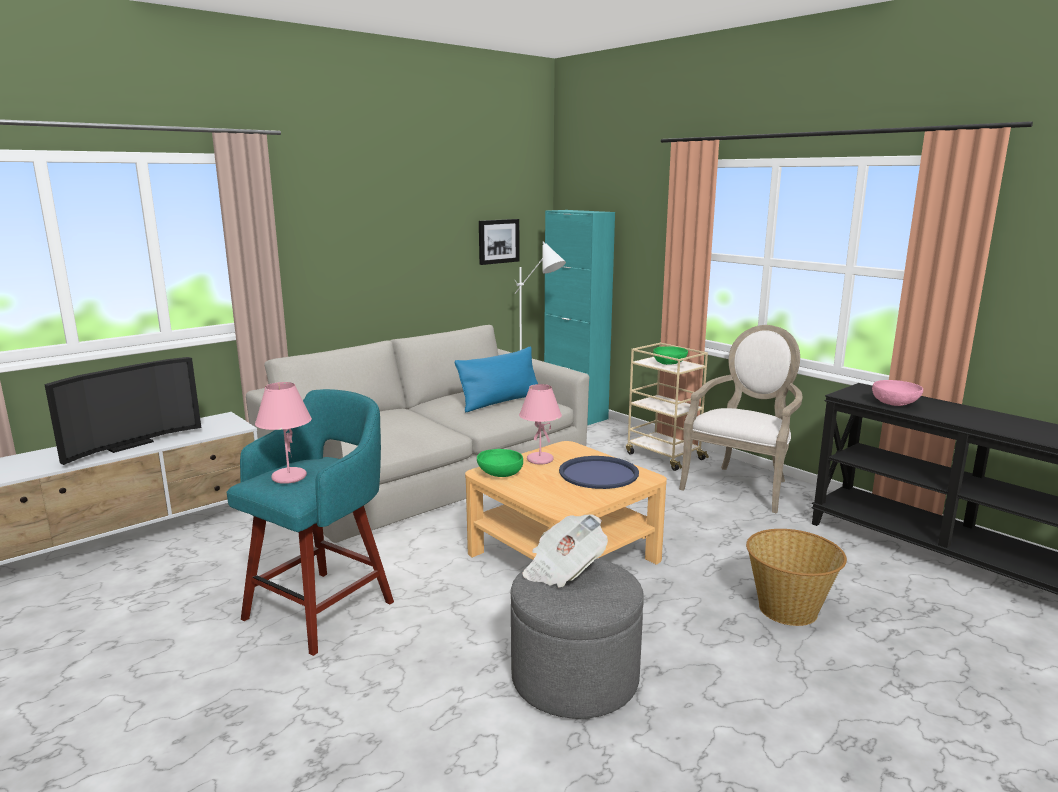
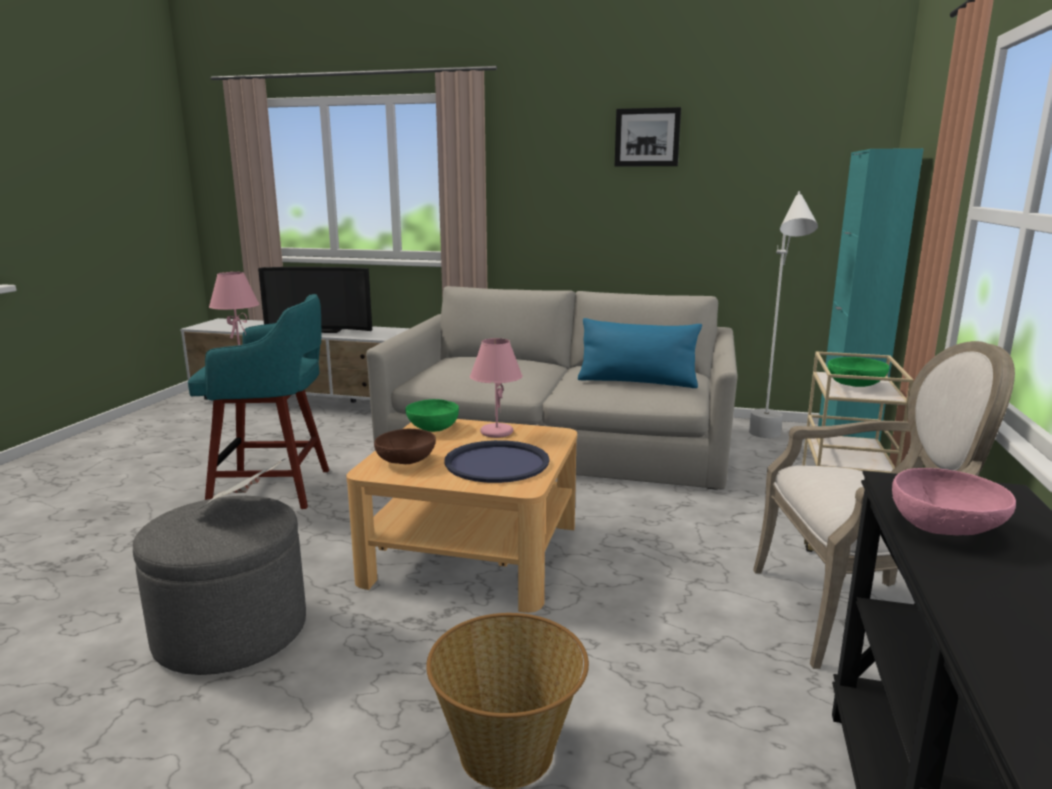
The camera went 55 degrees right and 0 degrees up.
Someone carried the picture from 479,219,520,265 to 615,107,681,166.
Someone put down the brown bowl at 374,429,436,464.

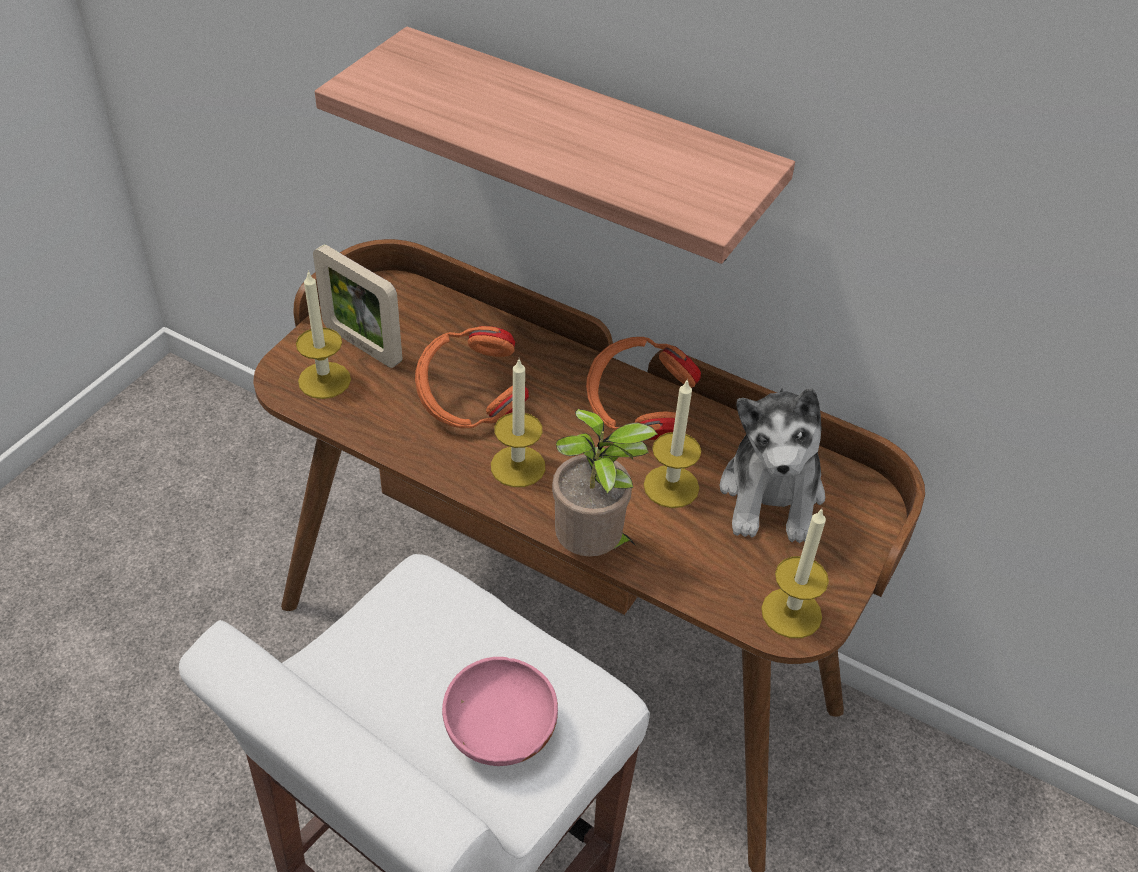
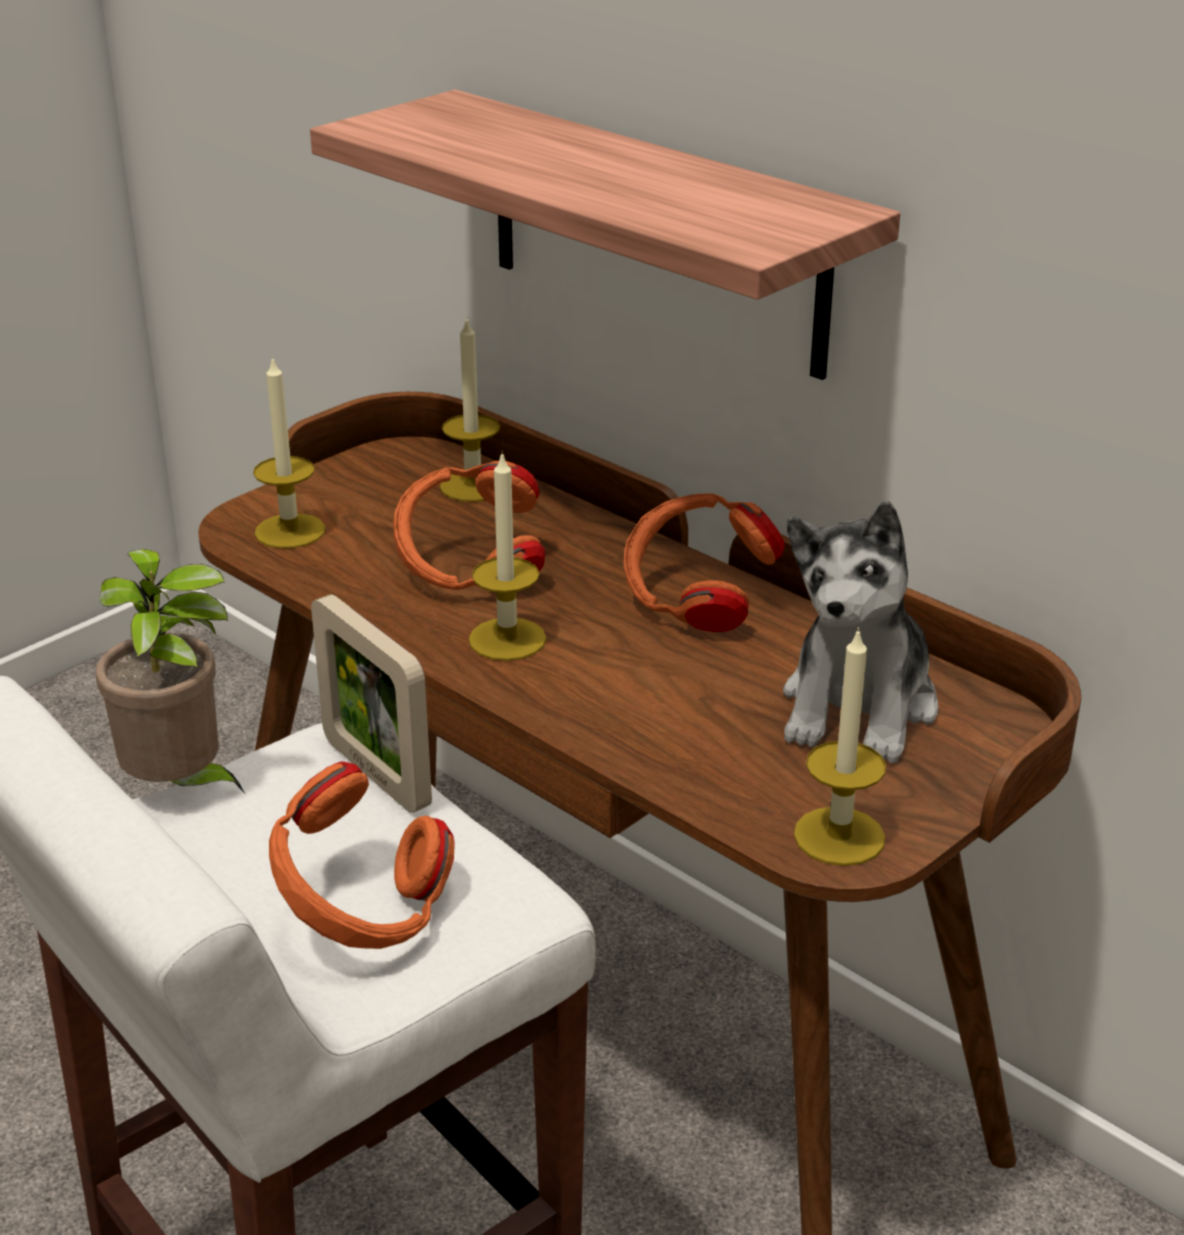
The camera went 15 degrees right and 15 degrees down.
Someone carried the picture frame from 313,245,402,368 to 311,594,432,813.
Someone carried the candle from 644,378,701,508 to 440,316,500,502.
Someone carried the potted plant from 552,409,658,557 to 96,549,245,793.
Someone swapped the pink bowl at 442,657,558,766 for the orange headphones at 269,762,454,949.

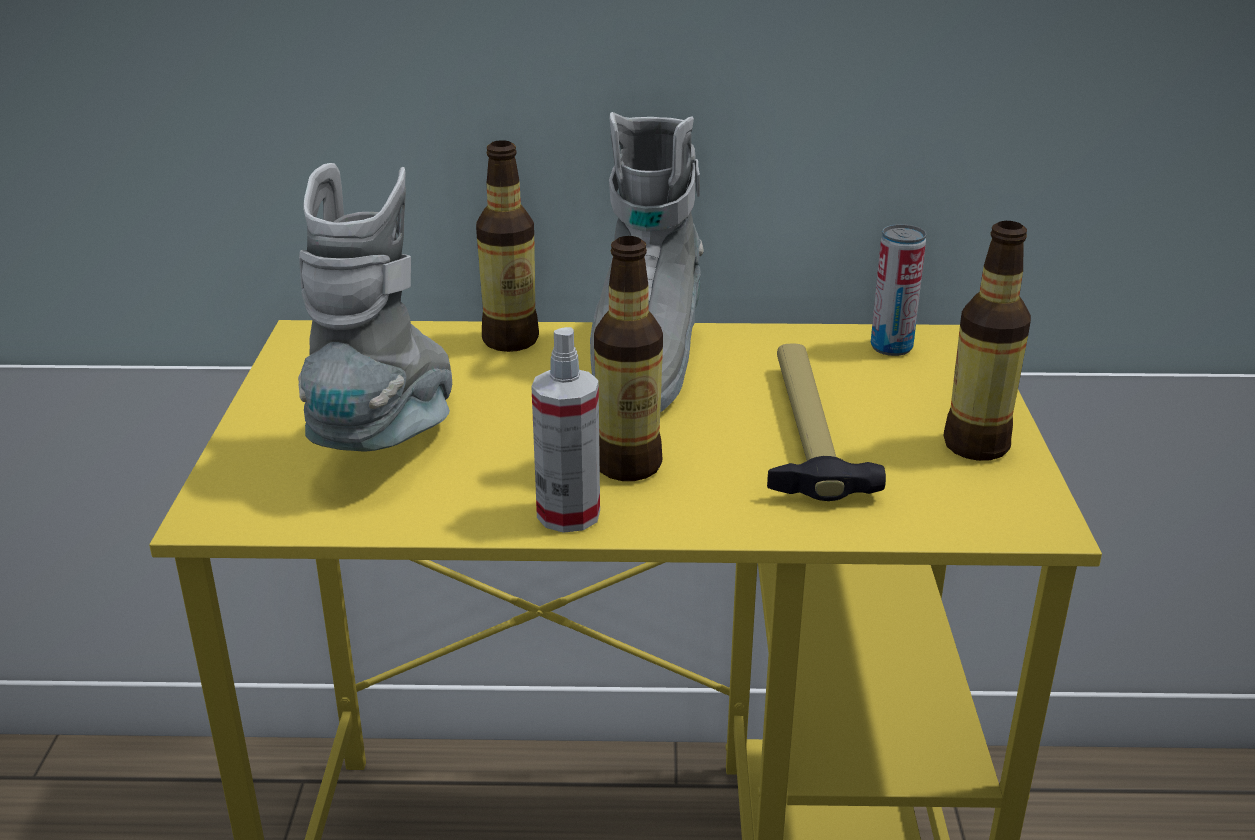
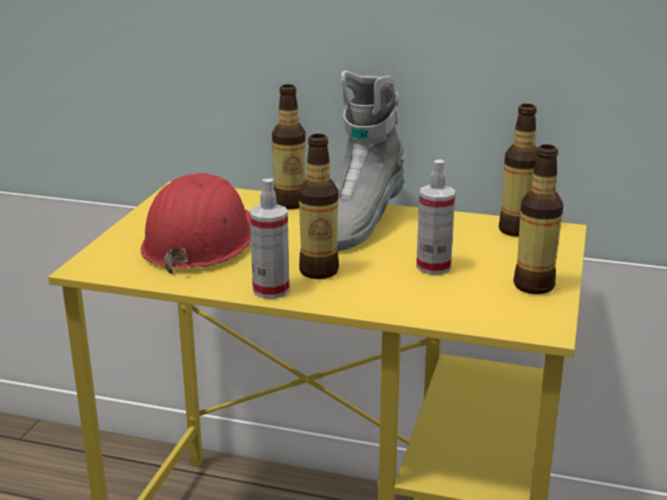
The camera went 15 degrees right and 5 degrees down.
Someone swapped the grey boot at 298,163,452,452 for the red hard hat at 141,173,251,274.
Someone swapped the can at 871,224,926,356 for the bottle at 499,104,537,237.
Someone swapped the hammer at 767,344,886,501 for the spray bottle at 416,159,455,275.

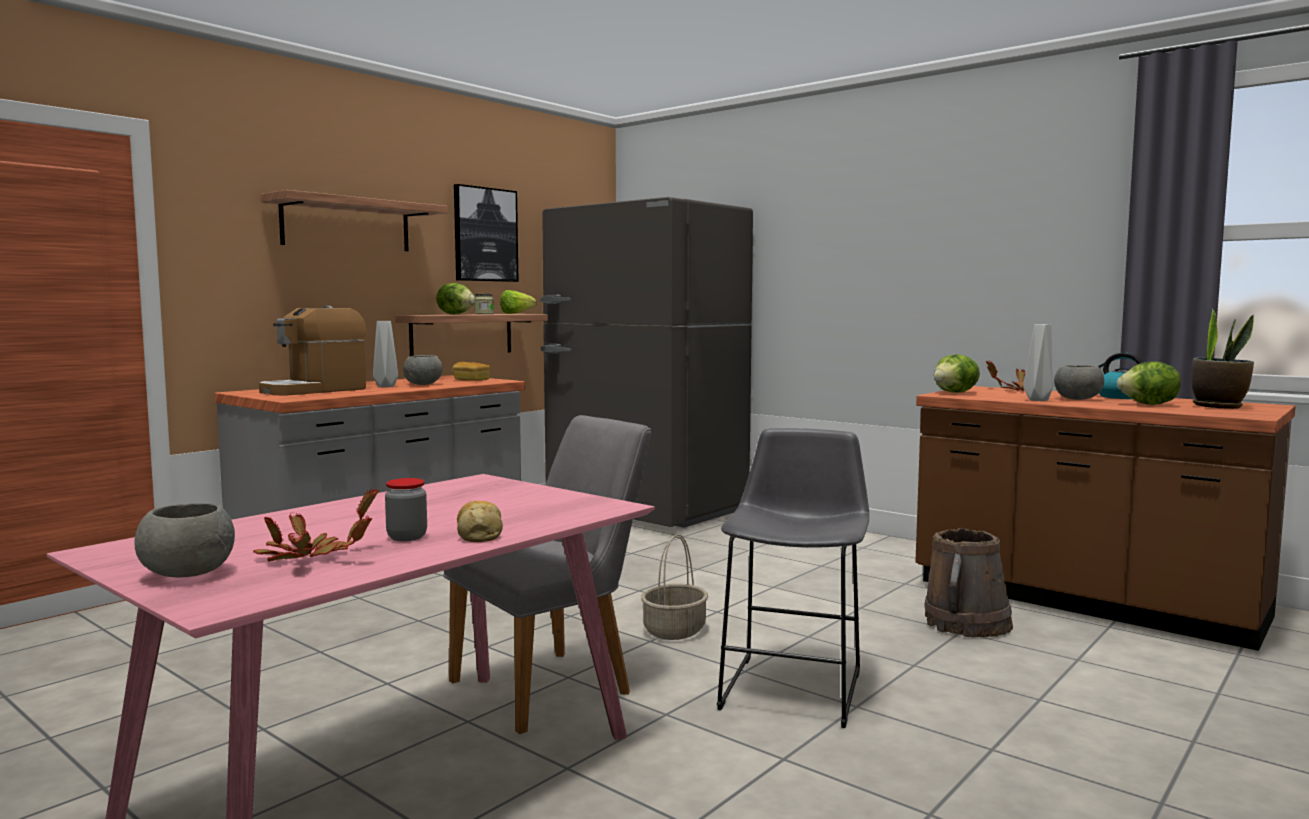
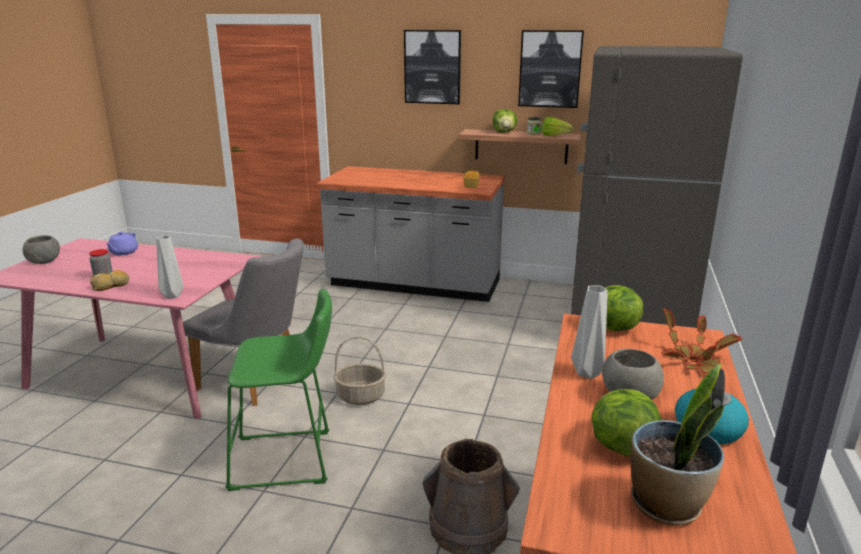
The camera went 65 degrees right and 15 degrees up.
Someone swapped the shelf at 261,190,448,251 for the picture at 404,30,461,104.
Someone took away the coffee machine at 259,306,366,395.
Someone carried the grey vase from 373,321,398,387 to 156,235,184,299.
Someone took away the grey bowl at 403,355,442,385.
Someone repainted the grey stool at 717,428,869,728, which became the green stool at 225,289,332,491.
Someone took away the potted plant at 253,489,379,562.
Someone put down the purple teapot at 106,231,138,256.

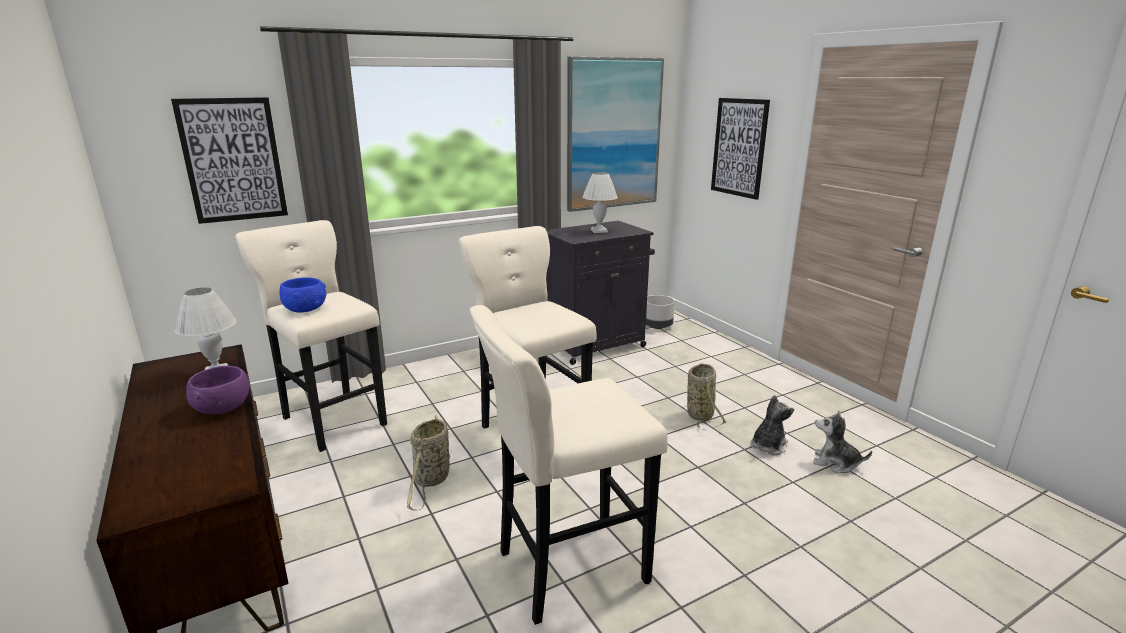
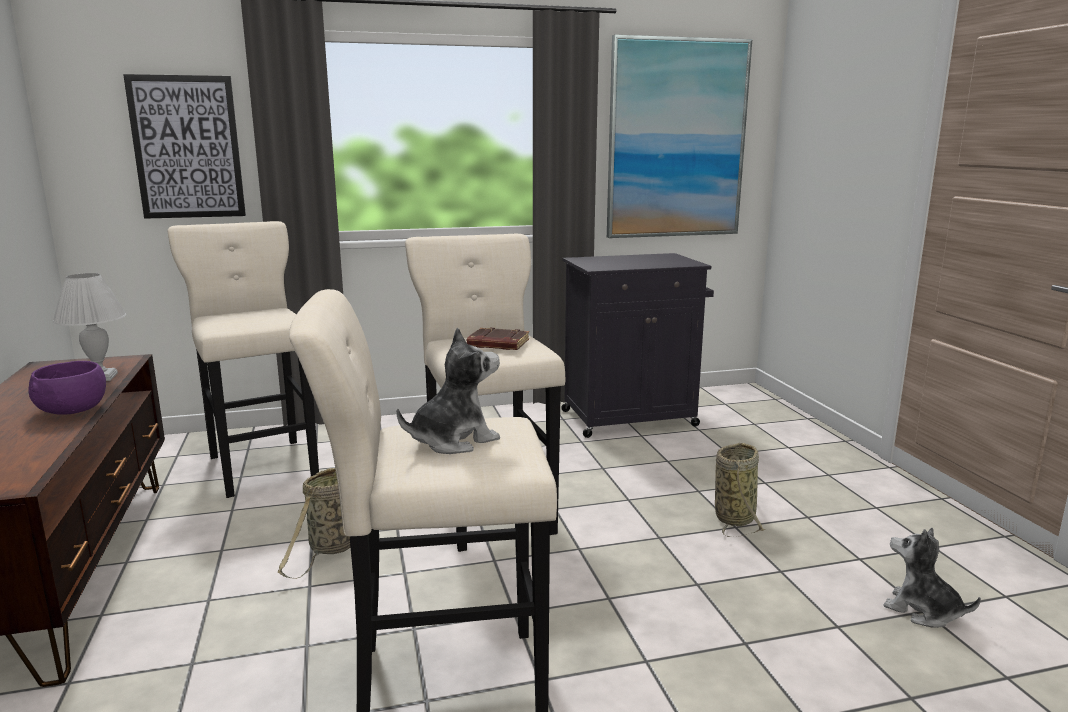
The camera went 15 degrees right and 5 degrees down.
Someone took away the picture at 711,98,770,200.
Someone took away the white table lamp at 582,172,618,233.
Someone took away the blue bowl at 279,277,326,312.
Someone took away the grey planter at 646,295,675,329.
Someone carried the plush toy from 751,395,794,455 to 397,328,500,454.
Someone put down the brown book at 467,328,529,350.

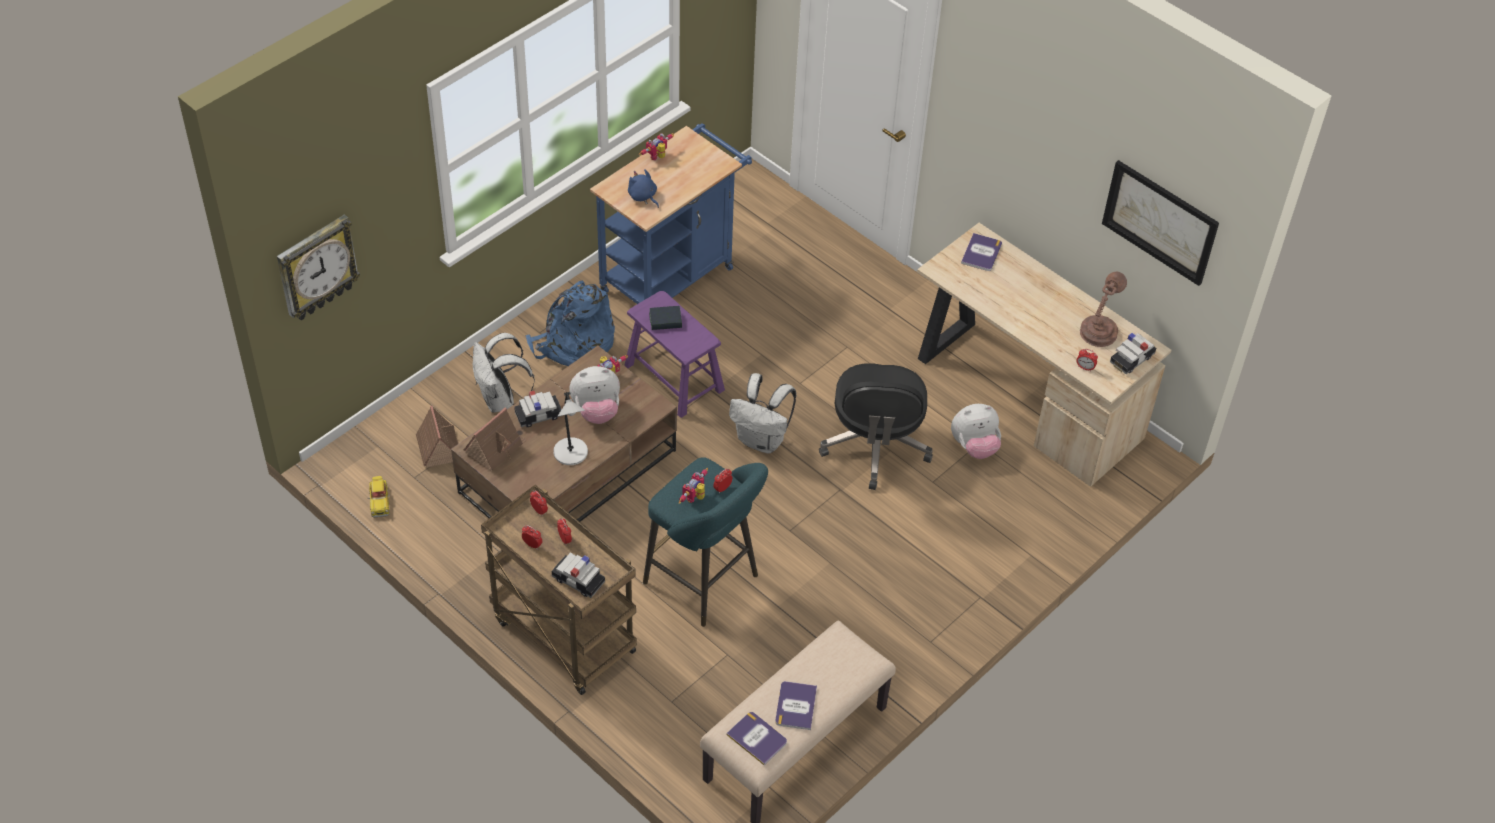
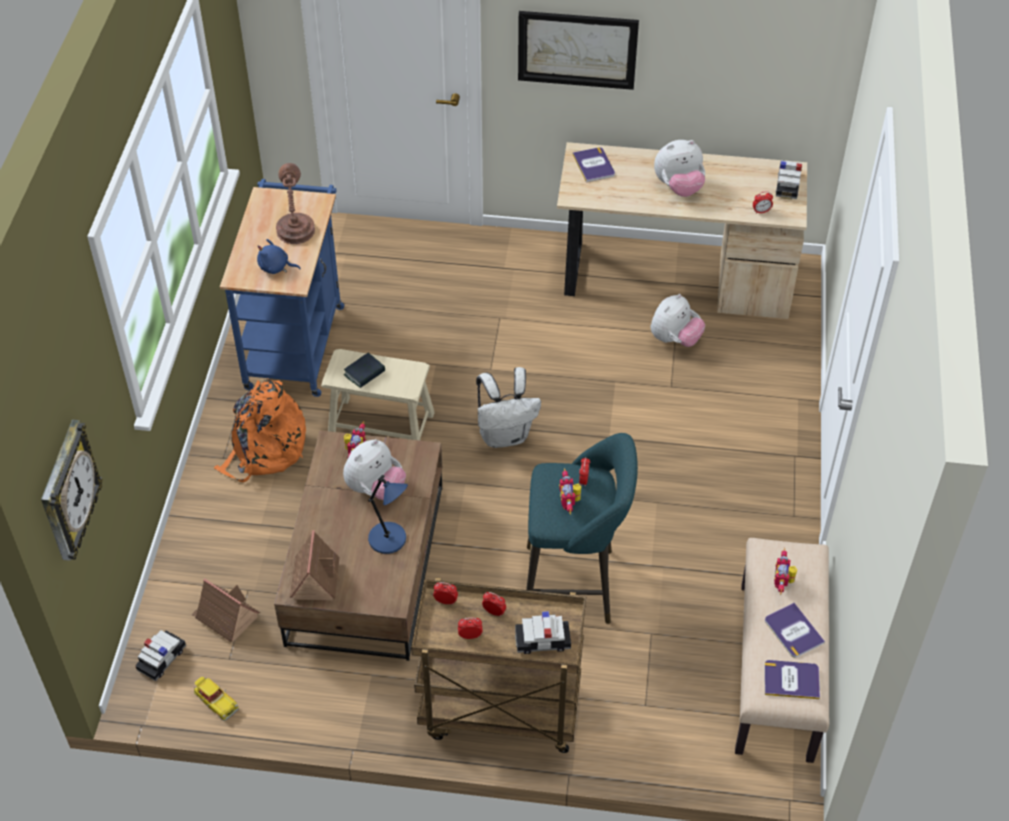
The camera went 35 degrees left and 0 degrees up.
Someone carried the toy robot from 639,133,674,160 to 774,548,797,595.
Someone carried the picture from 1102,160,1219,286 to 518,11,639,90.
Someone carried the brown table lamp from 1080,272,1127,347 to 276,163,315,244.
Someone repainted the blue backpack at 525,281,615,366, which became the orange backpack at 214,379,306,482.
Someone repainted the purple stool at 624,291,725,418, which became the beige stool at 321,349,435,441.
Someone took away the white backpack at 473,333,535,412.
Someone took away the black office chair at 819,363,933,490.
Someone carried the toy car from 514,391,563,427 to 135,630,186,681.
Someone repainted the grey table lamp at 553,392,588,465, which became the blue table lamp at 368,475,408,554.
Someone put down the plush toy at 654,140,705,197.

